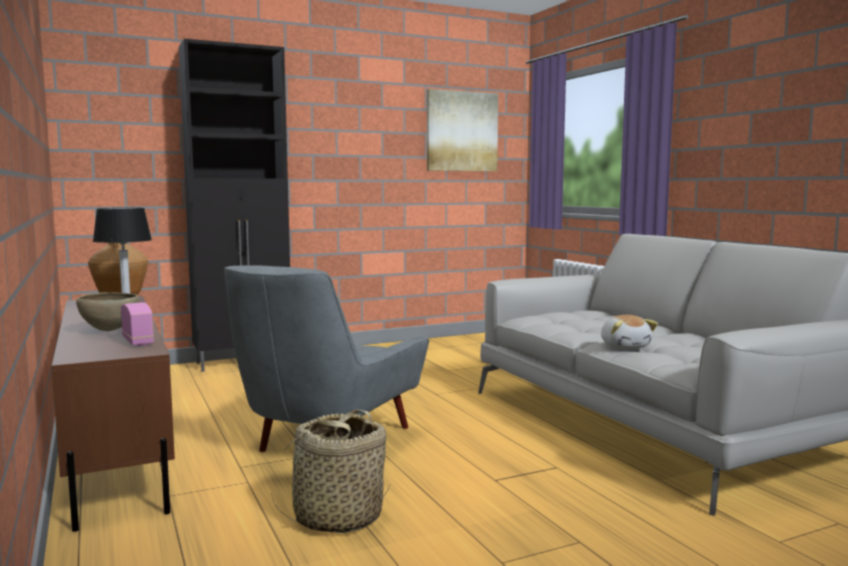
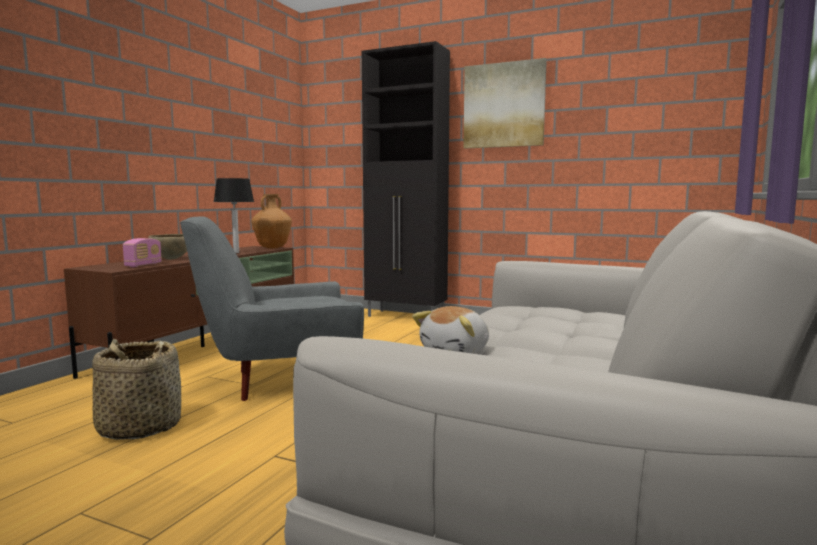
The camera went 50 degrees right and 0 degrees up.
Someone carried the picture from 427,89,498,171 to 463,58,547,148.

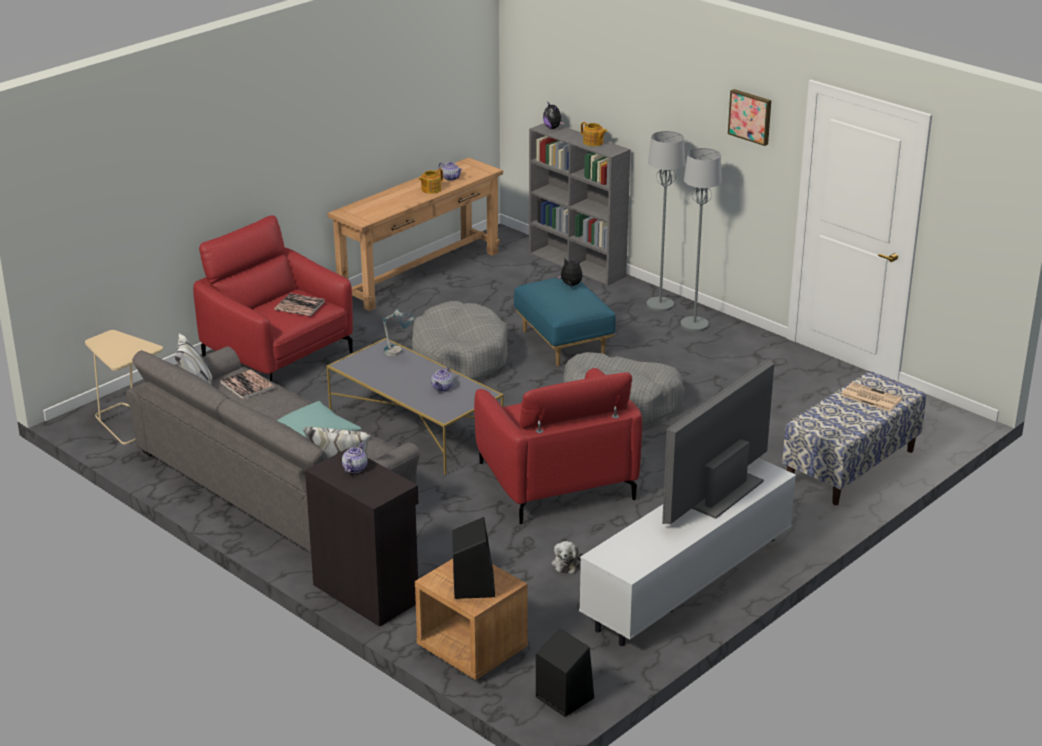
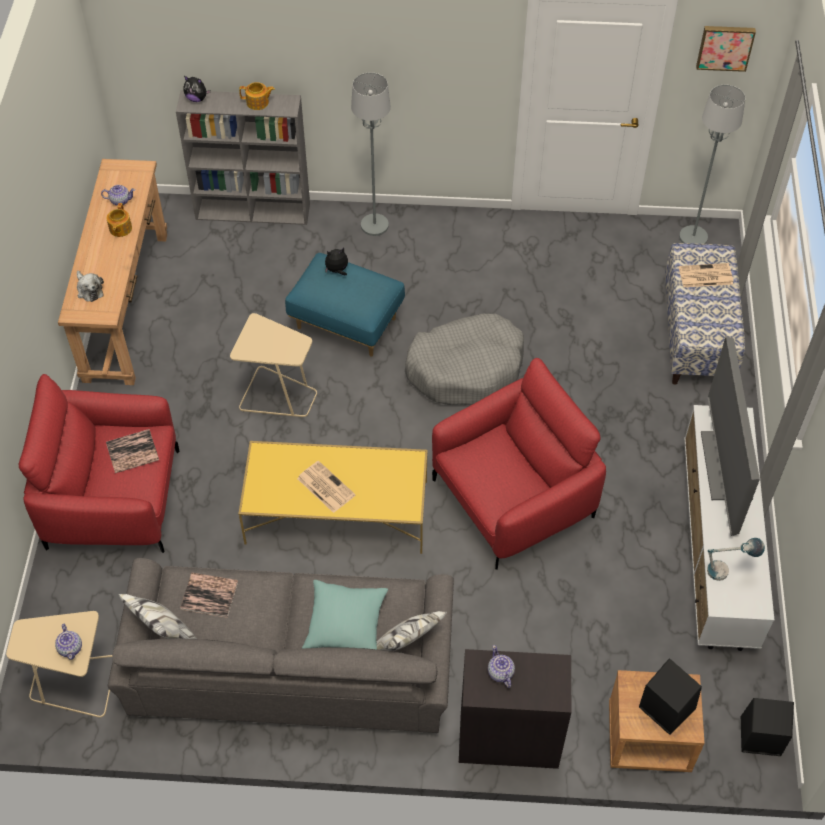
The camera went 40 degrees left and 25 degrees up.
Someone carried the picture from 728,89,771,146 to 696,26,756,72.
Someone carried the grey floor lamp from 681,148,722,332 to 679,85,745,244.
Someone swapped the grey dog bed at 412,301,508,380 for the beige side table at 230,313,317,417.
Someone carried the table lamp from 382,310,414,357 to 707,538,765,581.
Someone repainted the grey coffee table at 326,338,504,475, which became the yellow coffee table at 238,441,428,554.
Someone carried the teapot from 431,367,453,392 to 55,624,82,660.
Someone rotated the red armchair at 474,368,642,524 by 60 degrees counterclockwise.
Someone carried the plush toy from 552,541,583,574 to 77,271,104,302.
Someone put down the newspaper at 297,461,355,513.

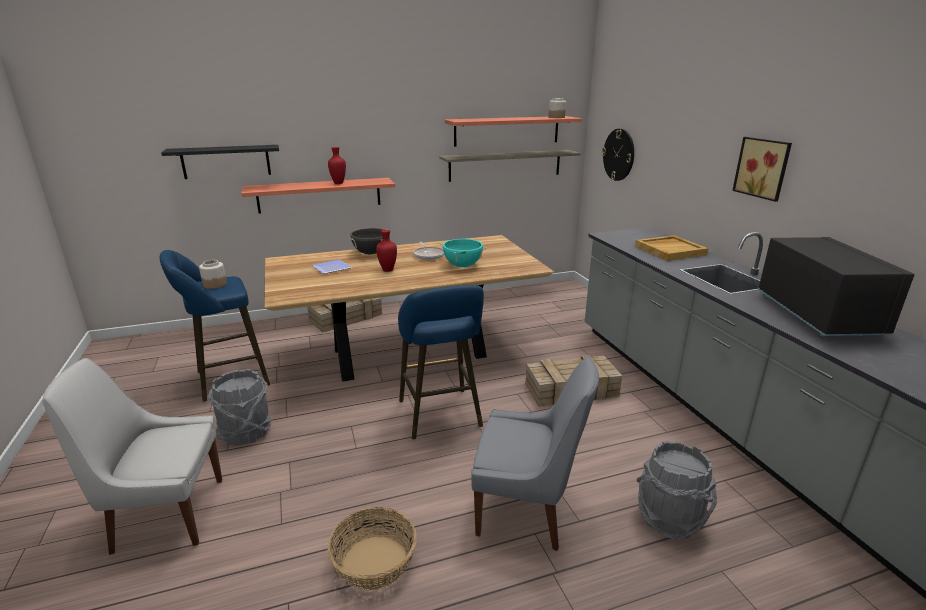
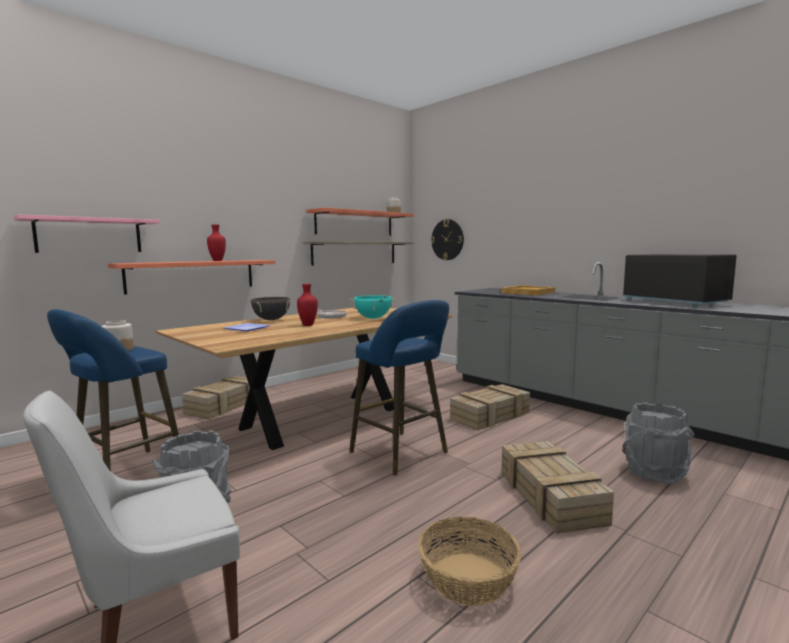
The camera went 25 degrees left and 15 degrees down.
Someone took away the picture at 732,137,792,202.
Someone repainted the black shelf at 161,145,279,179, which became the pink shelf at 14,215,160,253.
Someone swapped the grey chair at 471,356,599,551 for the crate at 501,441,614,533.

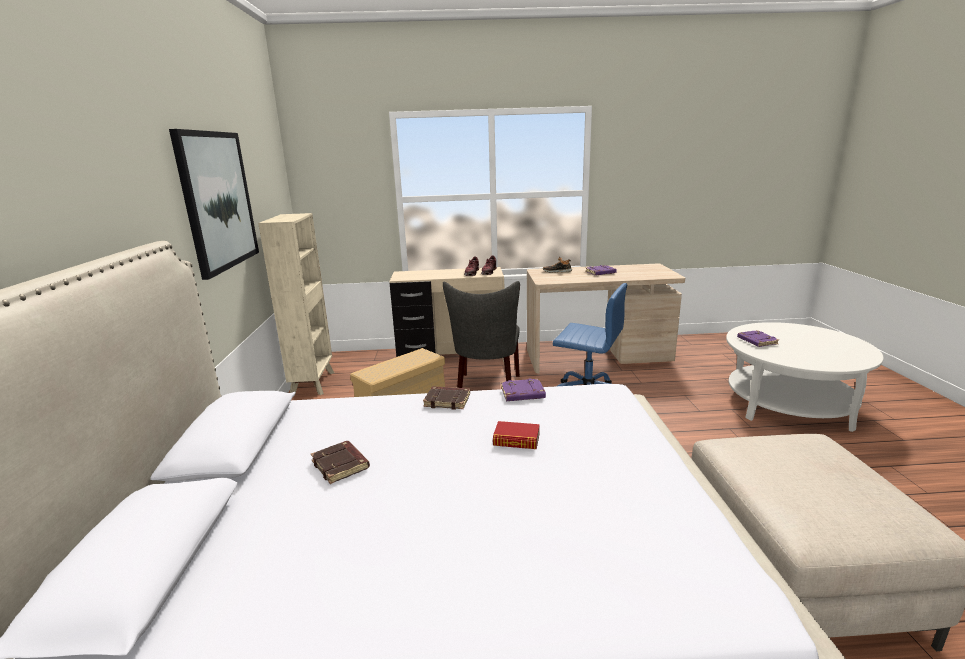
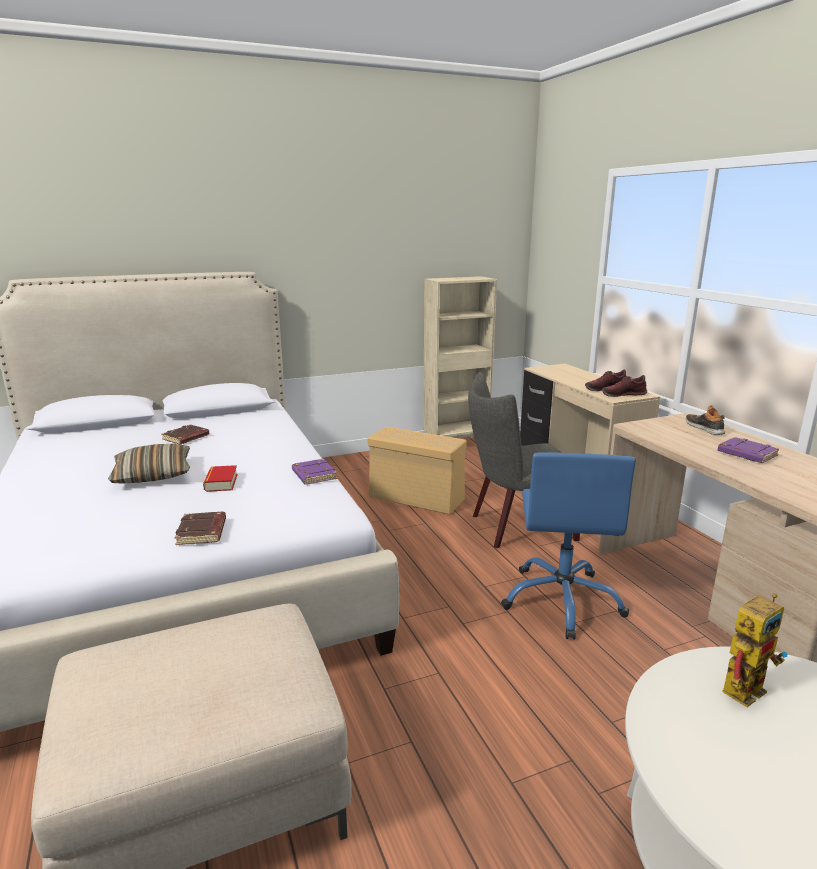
The camera went 70 degrees right and 0 degrees up.
Someone took away the picture at 169,129,259,280.
Someone swapped the purple book at 737,330,779,347 for the toy robot at 722,593,787,707.
Someone carried the brown book from 423,386,470,410 to 174,512,226,545.
Someone put down the pillow at 108,444,190,484.

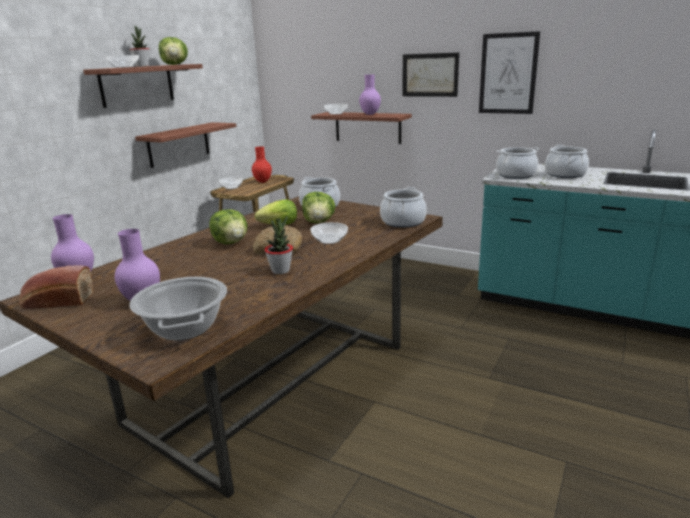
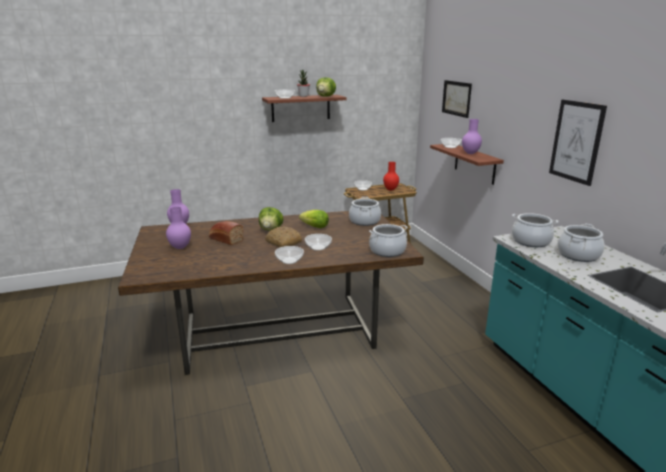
The camera went 40 degrees right and 0 degrees up.
Someone carried the picture from 403,52,459,97 to 442,80,472,118.
Someone took away the shelf at 135,122,236,168.
Someone took away the lettuce at 302,192,335,223.
Someone took away the potted plant at 265,216,293,274.
Someone carried the bread from 20,265,93,309 to 209,221,243,245.
Someone took away the cooking pot at 129,277,227,341.
Someone put down the bowl at 275,246,304,264.

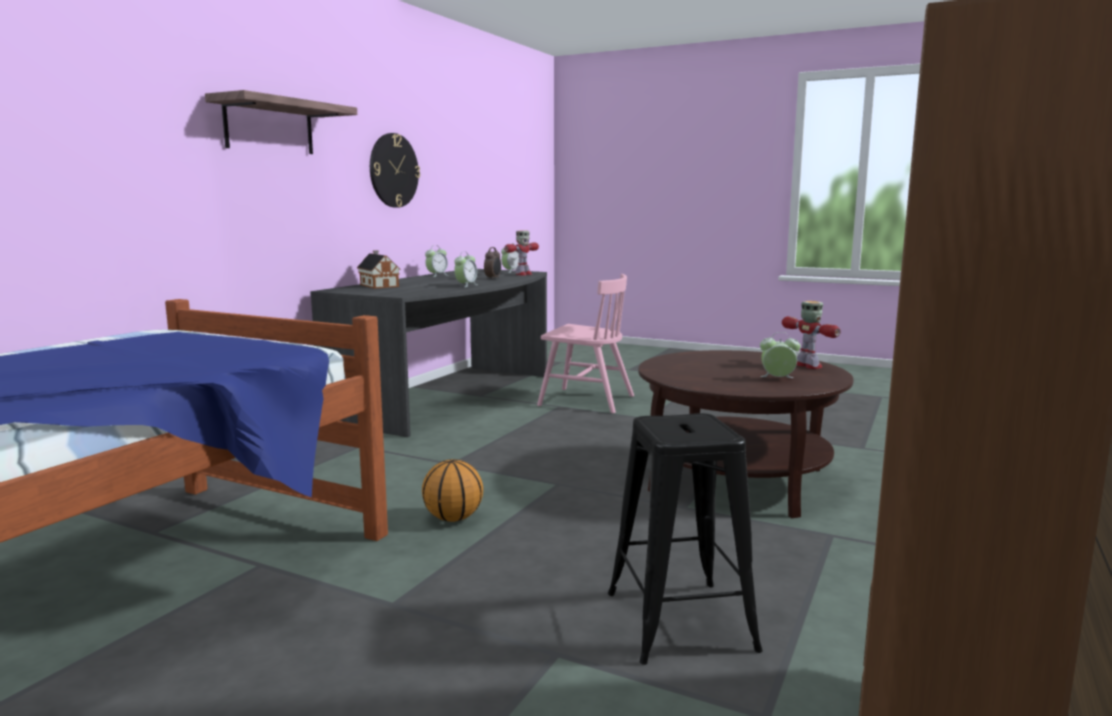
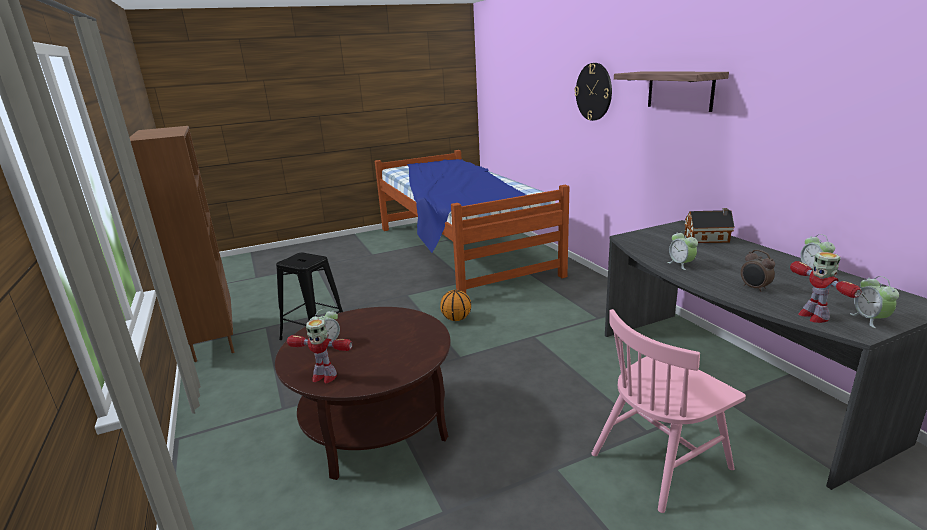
The camera went 130 degrees right and 10 degrees up.
Someone carried the wall clock from 370,133,420,208 to 574,63,612,121.

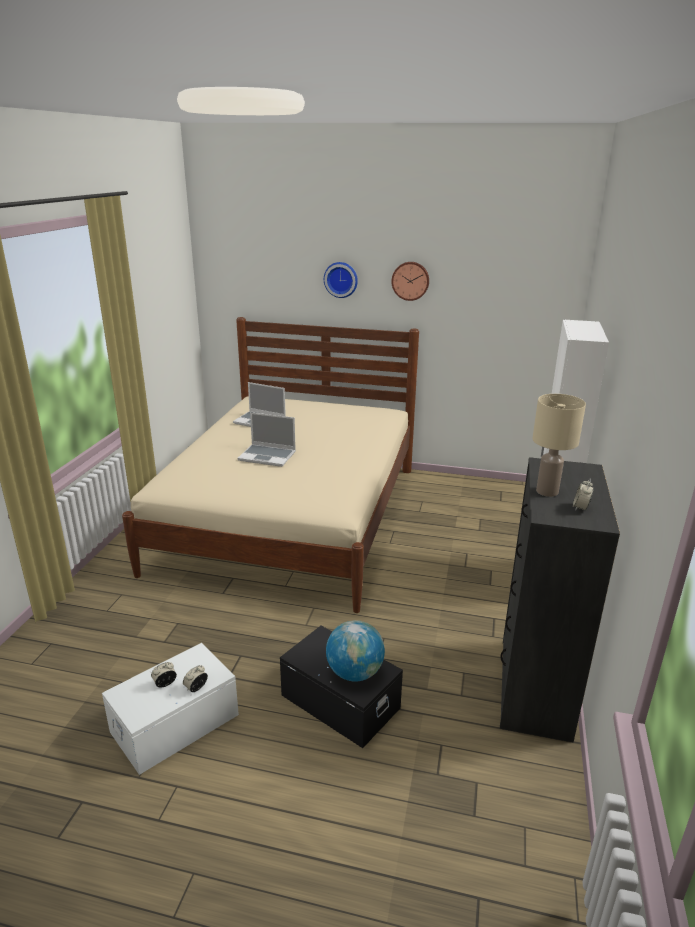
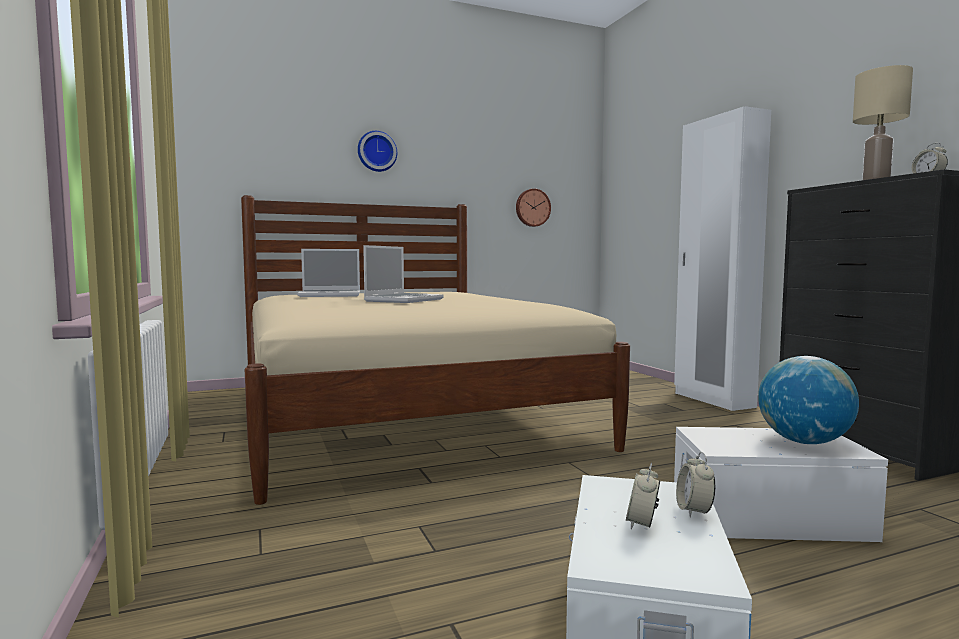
The camera went 35 degrees left and 20 degrees down.
Someone carried the wall clock from 391,262,429,301 to 516,189,551,227.
Someone rotated the laptop at 238,412,296,467 by 45 degrees counterclockwise.
Someone repainted the black storage box at 280,626,403,748, which became the white storage box at 674,427,888,542.

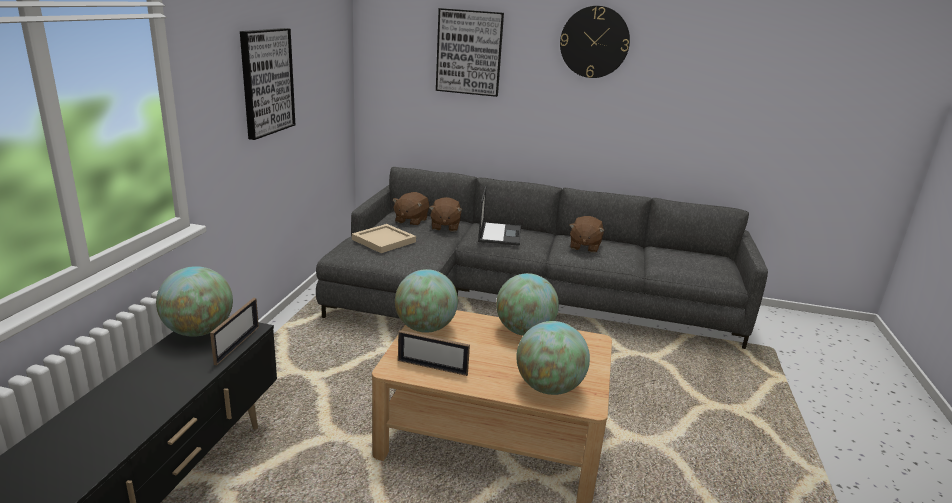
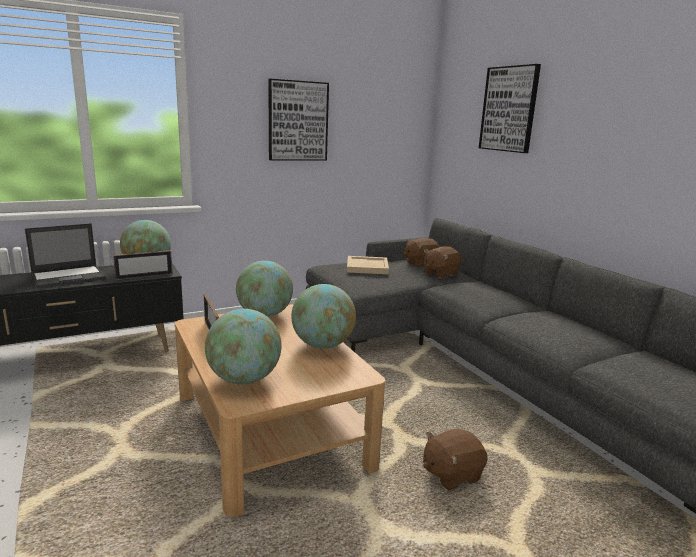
The camera went 50 degrees right and 5 degrees down.
Someone took away the wall clock at 560,6,630,78.
Someone carried the laptop from 478,186,521,246 to 25,223,106,289.
Someone carried the brown plush toy from 569,216,605,253 to 423,428,488,490.

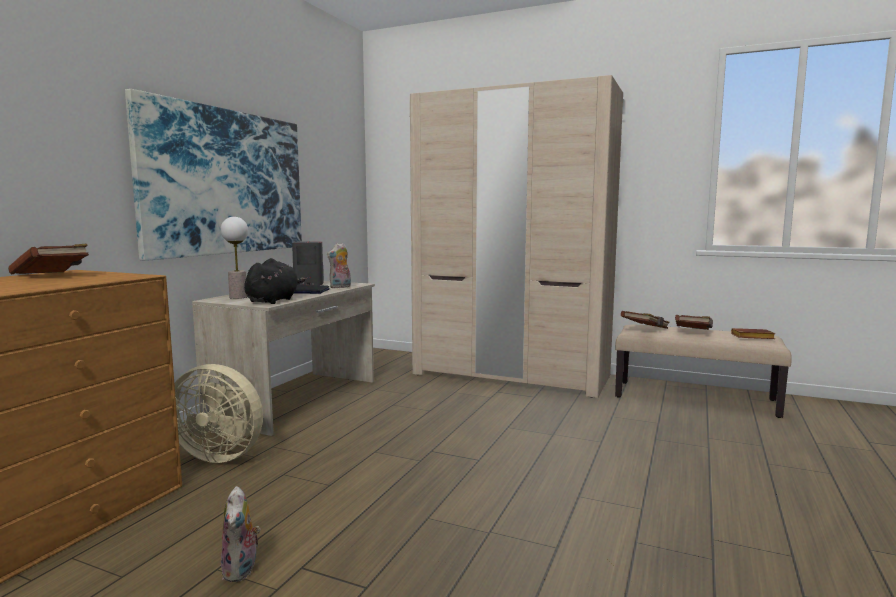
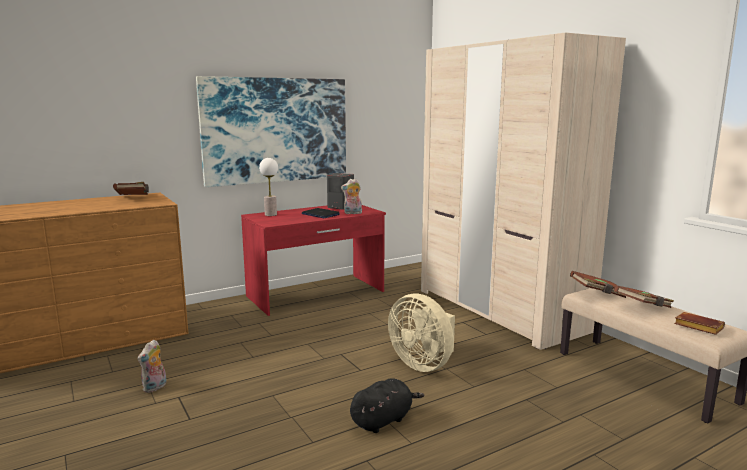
The camera went 35 degrees right and 5 degrees up.
Someone carried the black plush toy from 244,258,305,304 to 350,378,424,433.
Someone repainted the beige desk at 192,281,375,436, which became the red desk at 241,205,386,316.
Someone carried the beige fan from 174,364,263,463 to 388,294,455,372.

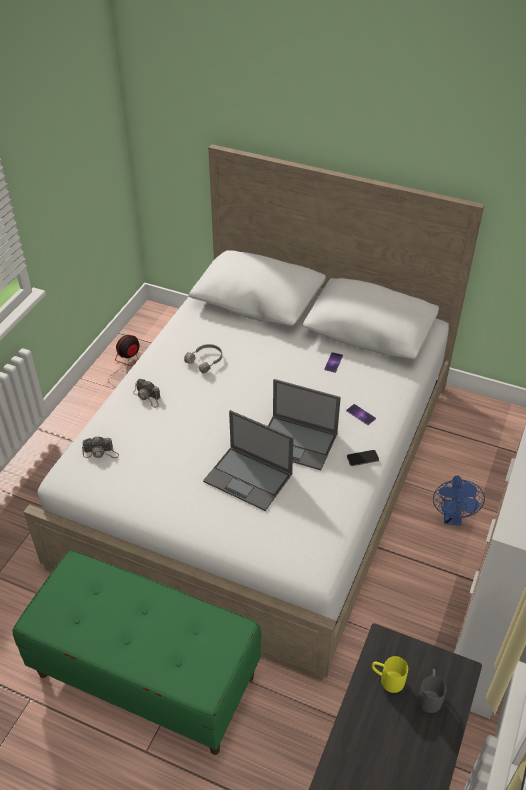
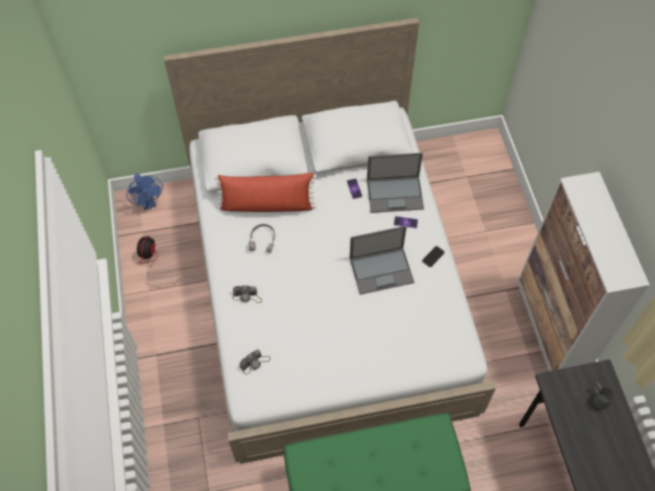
The camera went 35 degrees left and 15 degrees up.
Someone carried the laptop from 203,410,294,511 to 367,153,424,213.
Someone carried the blue fan from 433,476,485,526 to 126,174,163,210.
Someone took away the yellow mug at 372,656,408,693.
Someone put down the red pillow at 215,173,317,212.

